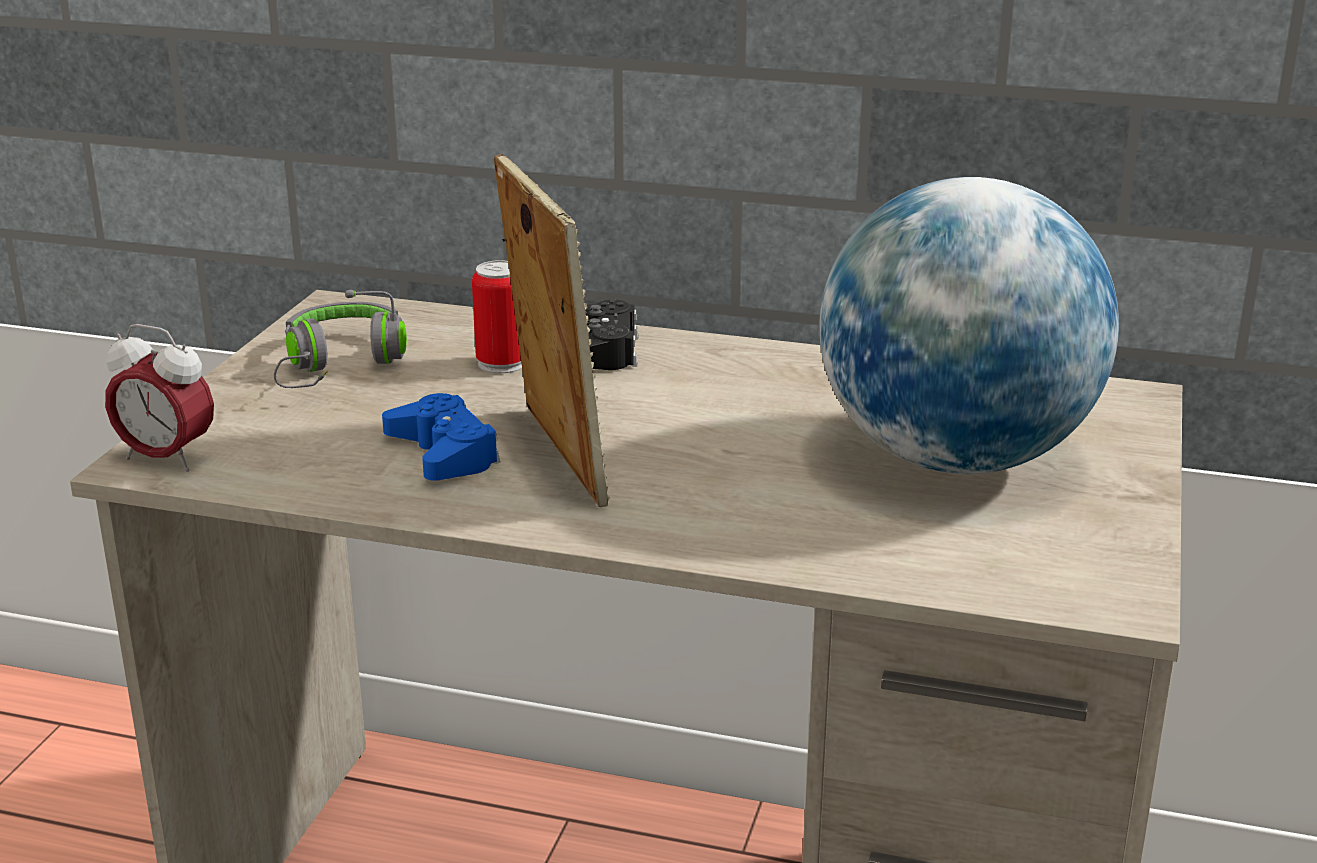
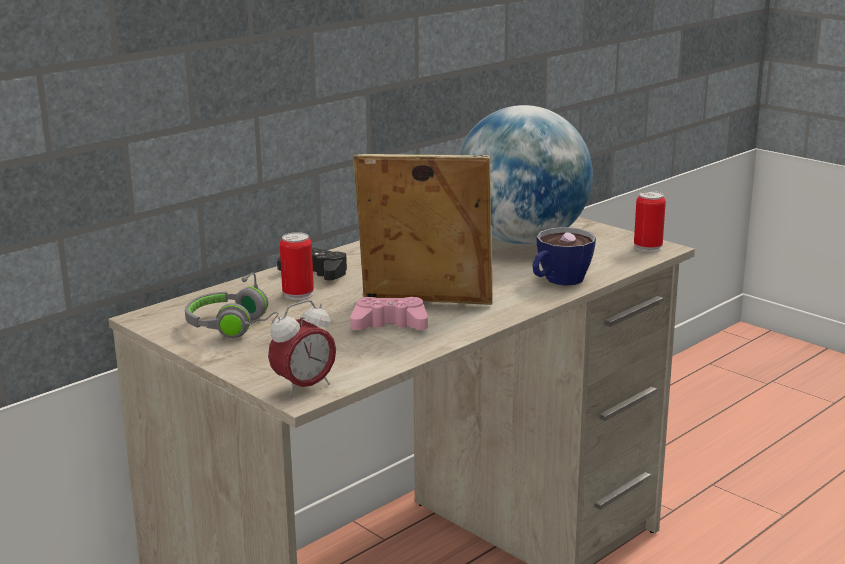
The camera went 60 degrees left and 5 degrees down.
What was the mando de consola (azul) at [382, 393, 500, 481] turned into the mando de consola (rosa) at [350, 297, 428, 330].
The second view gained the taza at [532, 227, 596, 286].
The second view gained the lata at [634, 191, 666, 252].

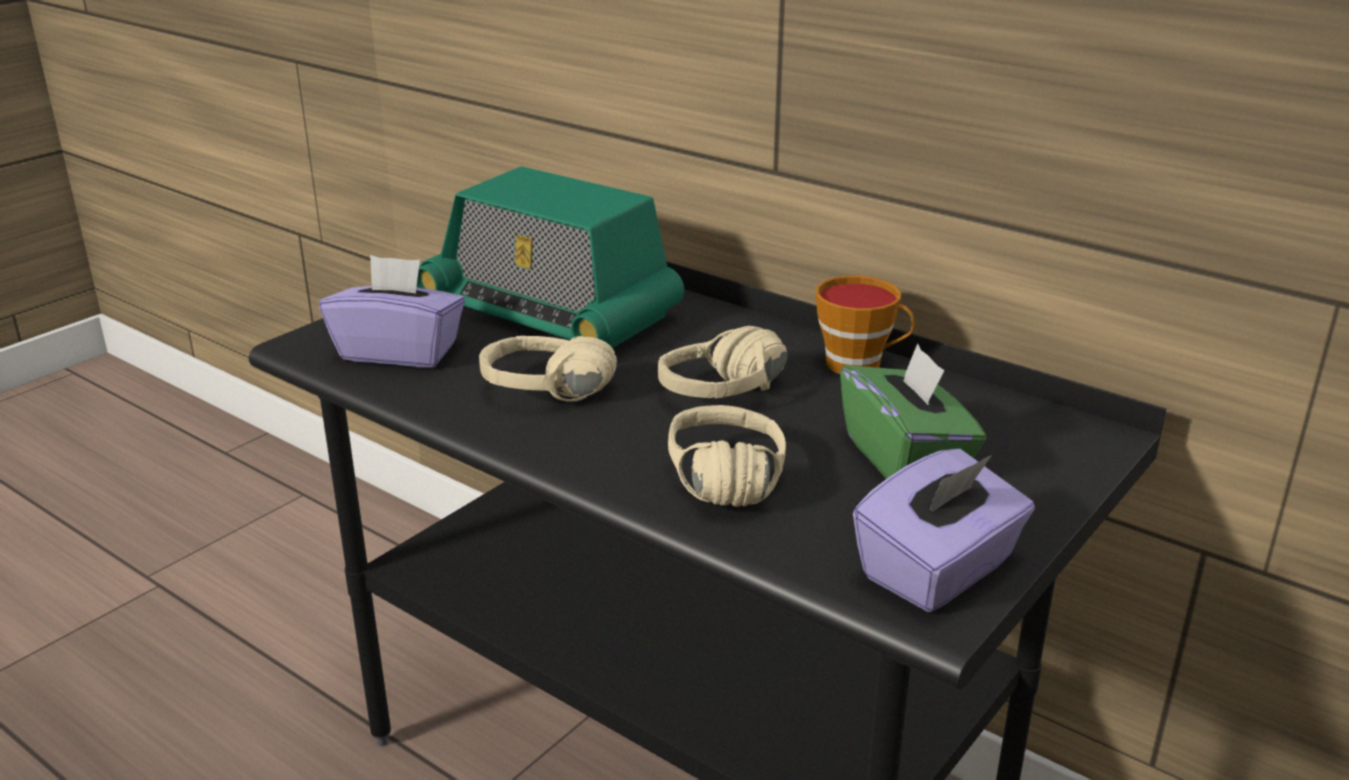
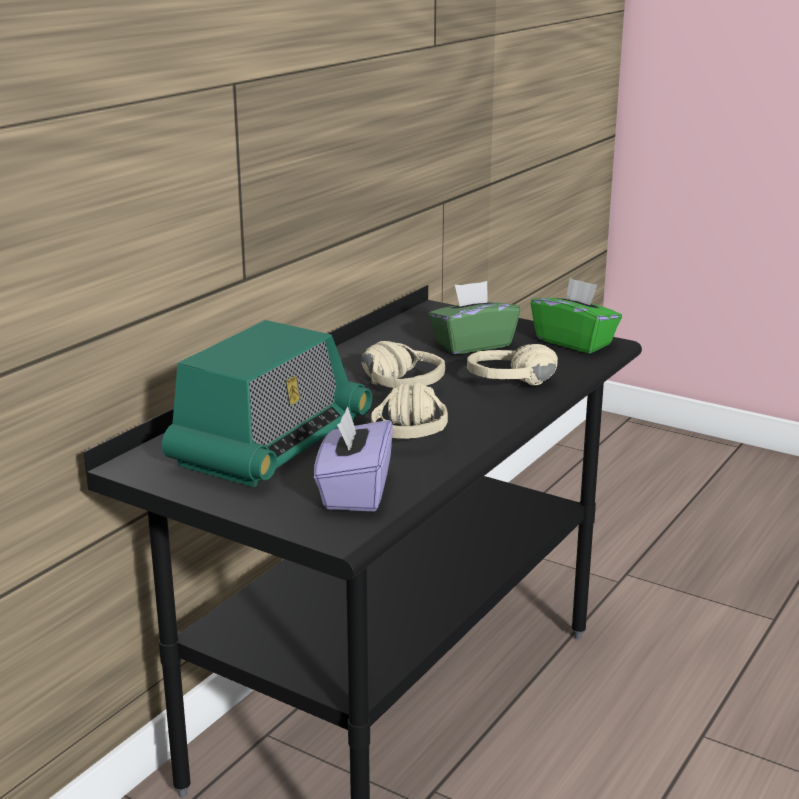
The camera went 95 degrees left and 5 degrees down.
The second view lost the taza at [815, 276, 914, 374].
What was the caja de pañuelos (morado) at [853, 449, 1035, 612] turned into the caja de pañuelos (verde) at [530, 278, 622, 353].

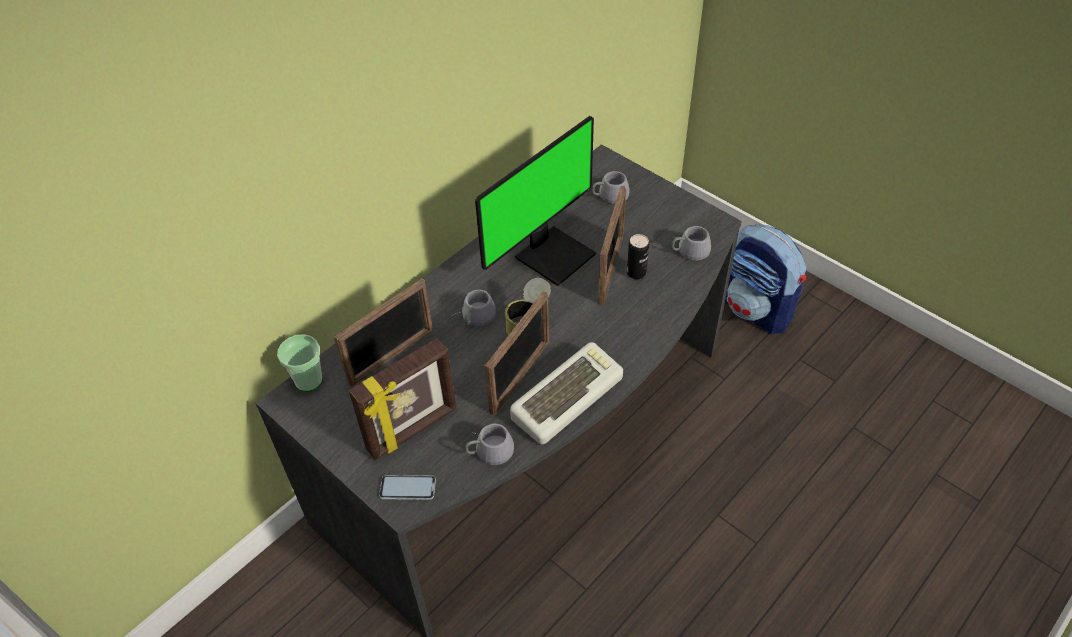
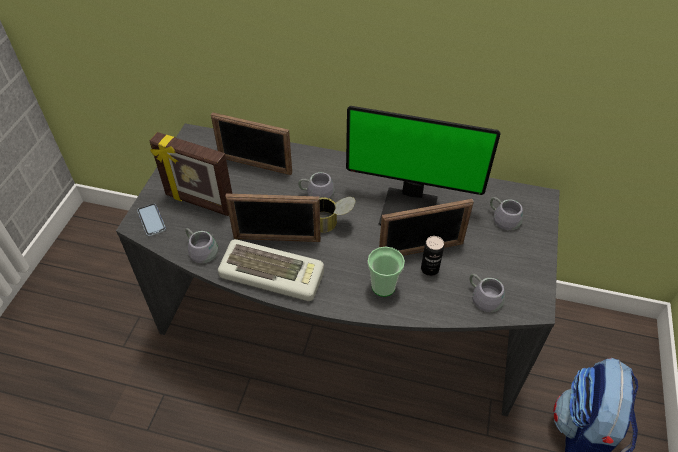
The camera went 60 degrees right and 0 degrees up.
The taza ended up elsewhere, having gone from [277, 334, 322, 392] to [368, 247, 405, 297].

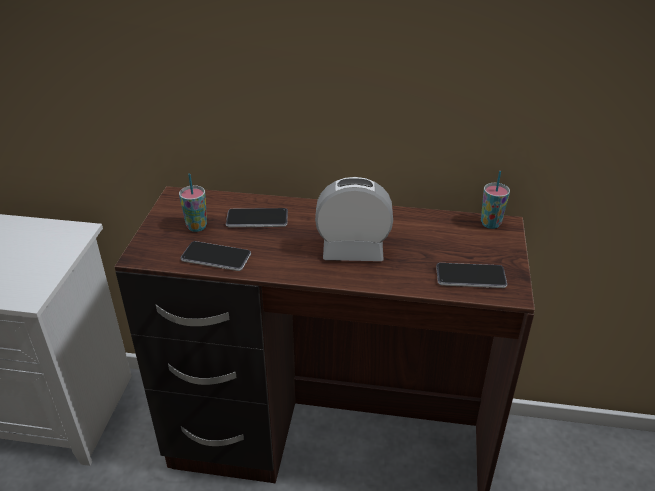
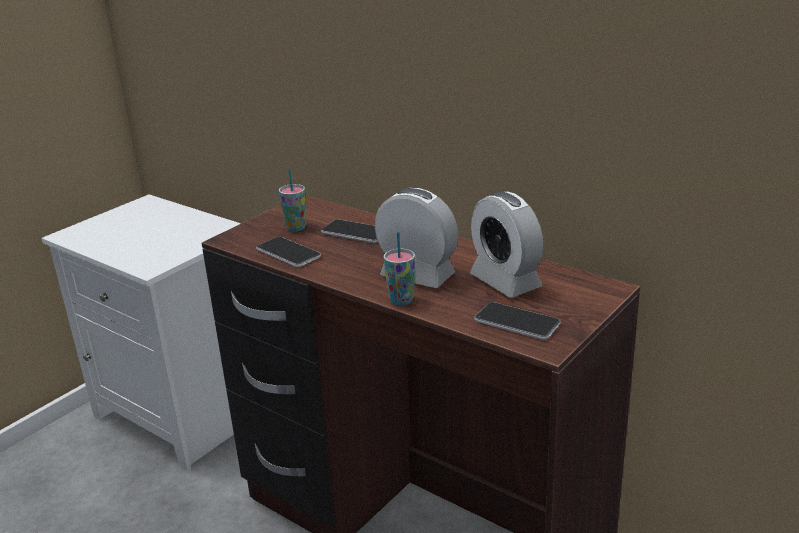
The camera went 30 degrees right and 10 degrees down.
The taza ended up elsewhere, having gone from [481, 171, 510, 229] to [384, 232, 415, 306].
The second view gained the despertador at [470, 191, 543, 298].

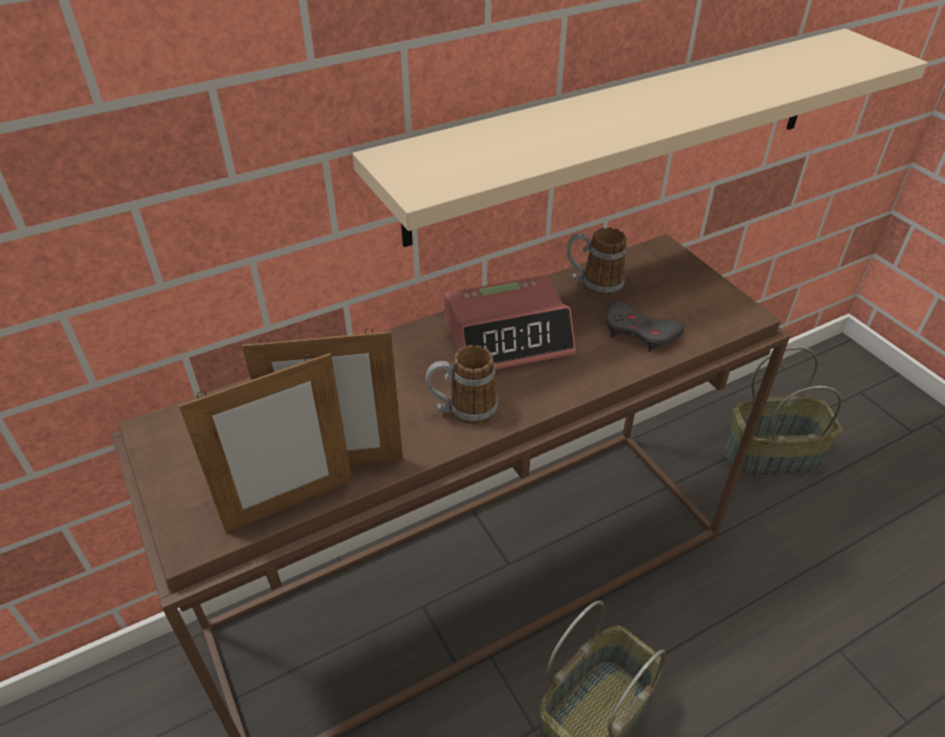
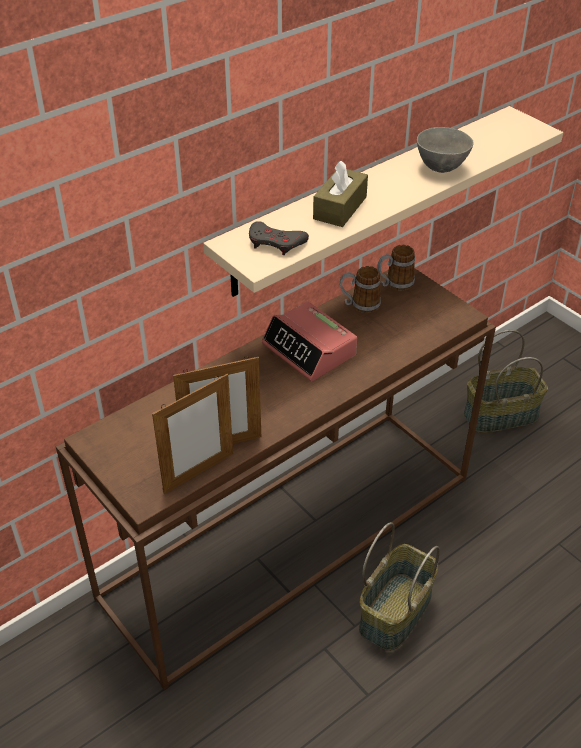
The camera went 10 degrees left and 0 degrees up.
The taza grande ended up elsewhere, having gone from [425, 345, 498, 424] to [377, 245, 415, 291].
The despertador at [444, 276, 576, 370] ended up facing another way, 75 degrees clockwise from before.
The mando de consola (gris) ended up elsewhere, having gone from [606, 301, 684, 352] to [249, 221, 309, 255].
The second view gained the caja de pañuelos (marrón) at [313, 161, 368, 227].
The second view gained the cuenco (gris) at [417, 127, 474, 173].

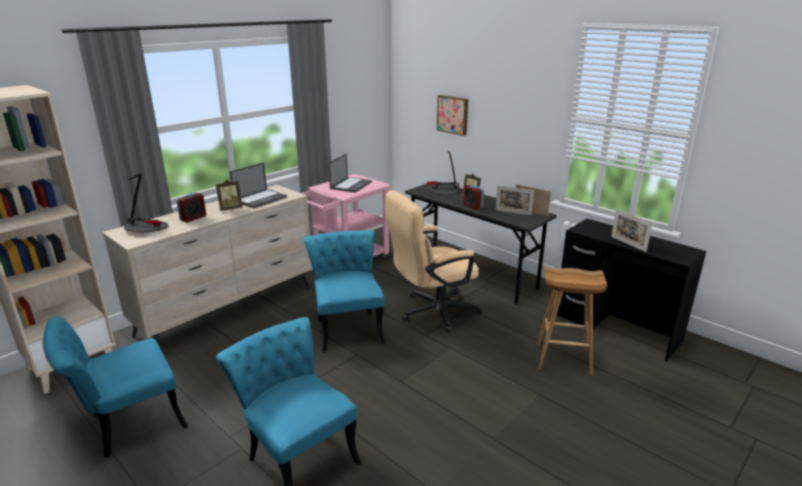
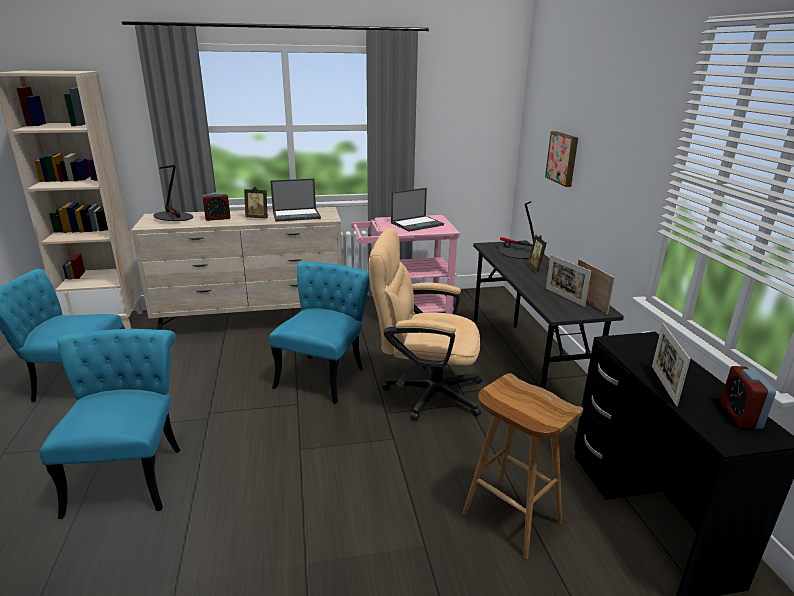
The camera went 35 degrees right and 0 degrees up.
The despertador ended up elsewhere, having gone from [464, 184, 484, 210] to [721, 366, 776, 429].

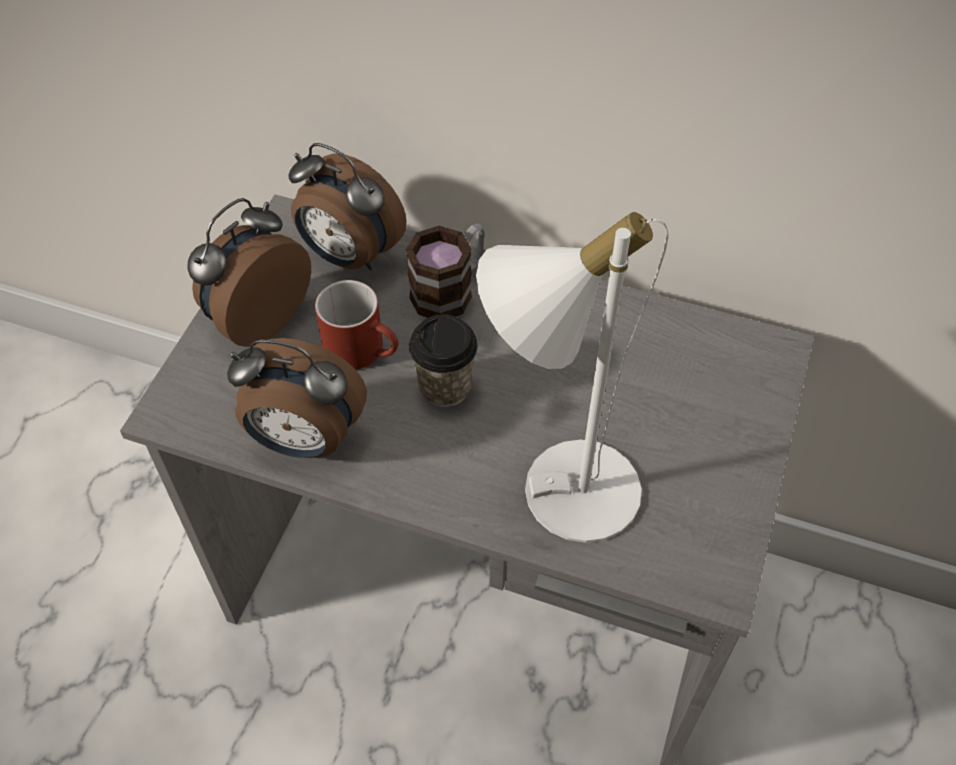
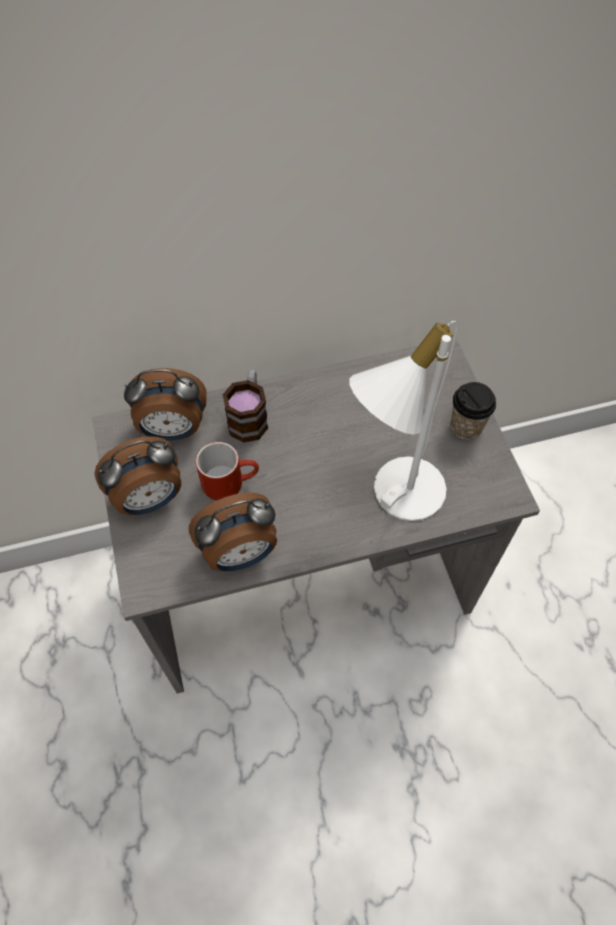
The camera went 35 degrees left and 5 degrees up.
The despertador at [187, 198, 311, 347] ended up facing another way, 120 degrees counterclockwise from before.
The taza ended up elsewhere, having gone from [409, 314, 478, 407] to [450, 382, 496, 440].

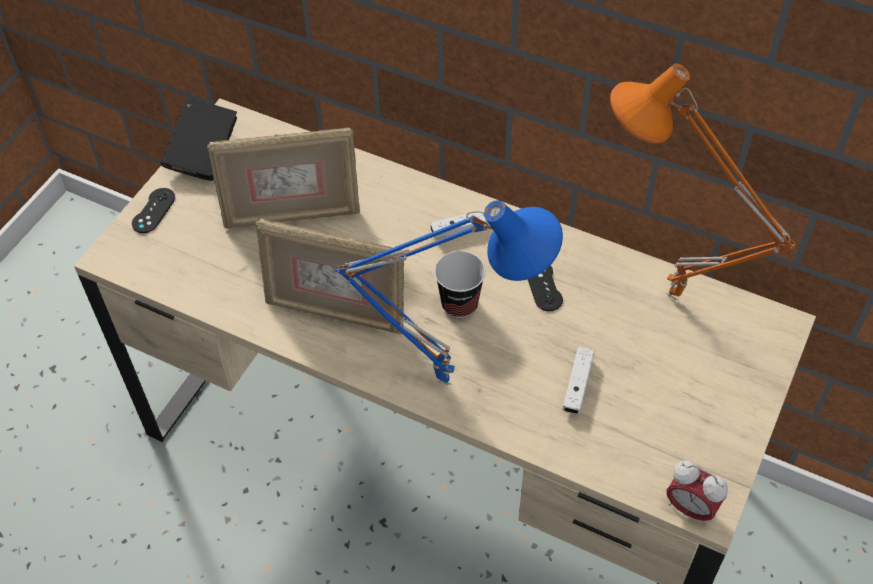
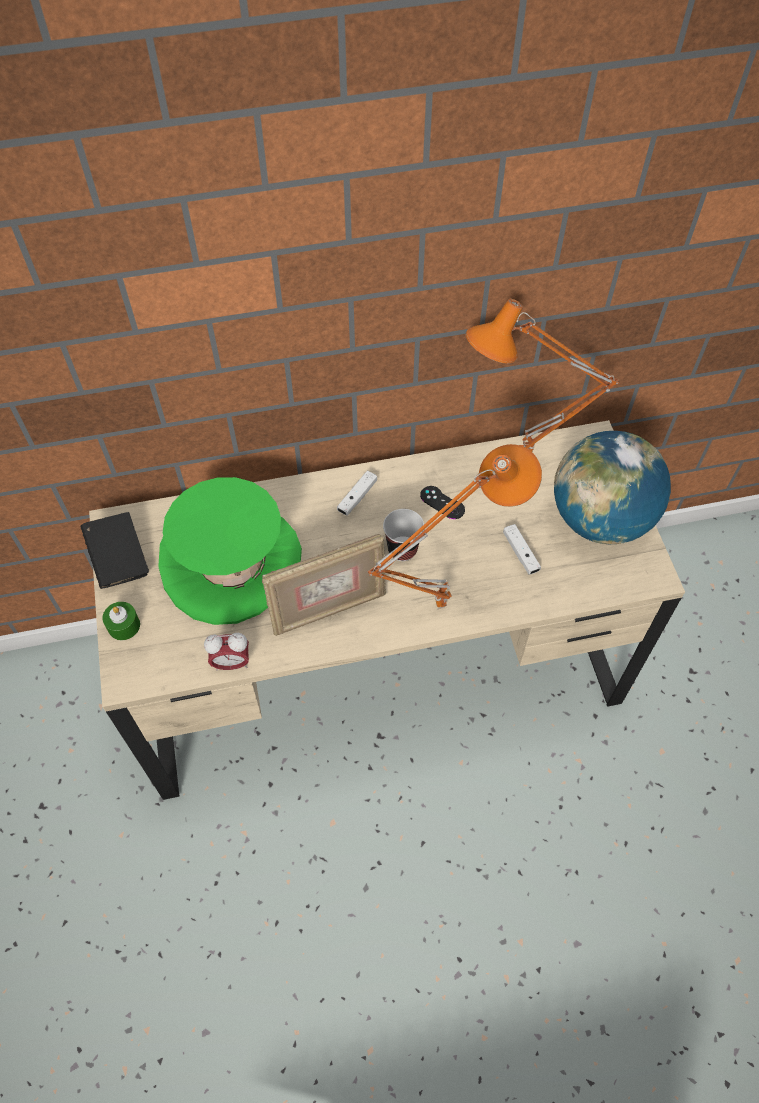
The camera went 40 degrees left and 5 degrees up.
Where the mando de consola (negro) stood at [132, 188, 175, 233], the vela (verde) came to stand at [102, 602, 140, 640].
Where the portarretratos stood at [207, 128, 360, 229], the sombrero (verde) came to stand at [158, 477, 302, 625].
What was the lámpara de mesa (azul) at [336, 200, 563, 385] turned into the lámpara de mesa (naranja) at [368, 444, 542, 610].
The despertador ended up elsewhere, having gone from [667, 461, 728, 525] to [204, 633, 249, 671].
The second view gained the globo terráqueo at [554, 431, 671, 544].

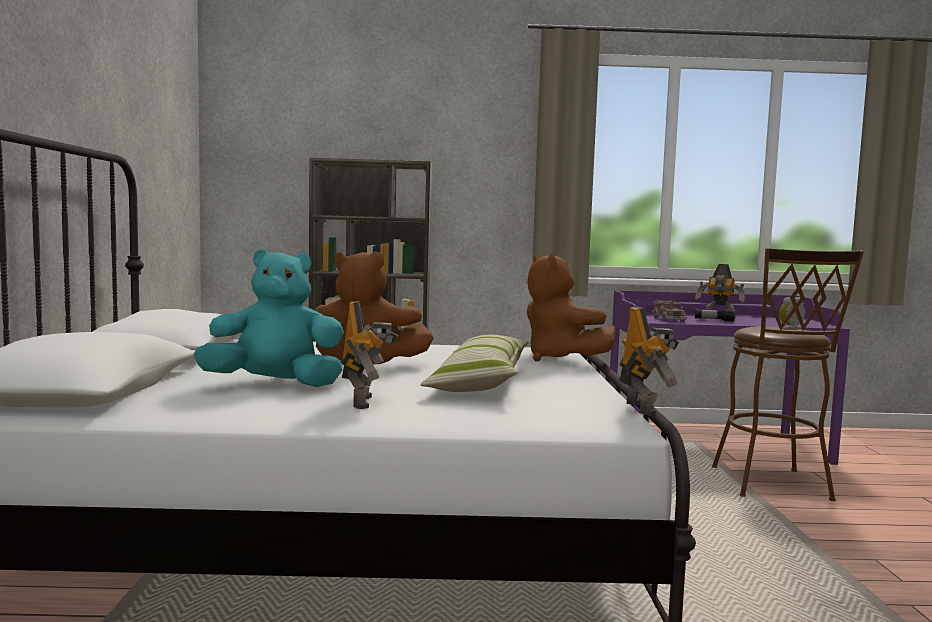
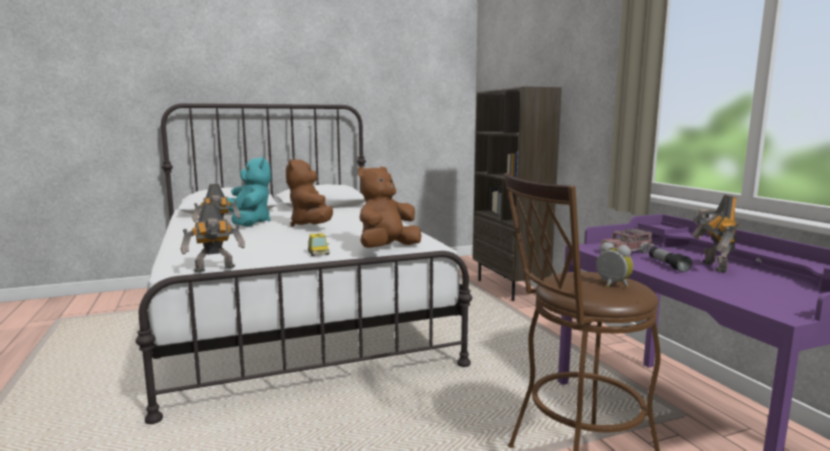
The camera went 70 degrees right and 5 degrees up.
The second view lost the cojín at [420, 335, 529, 392].
The second view gained the coche de juguete at [308, 233, 329, 256].

